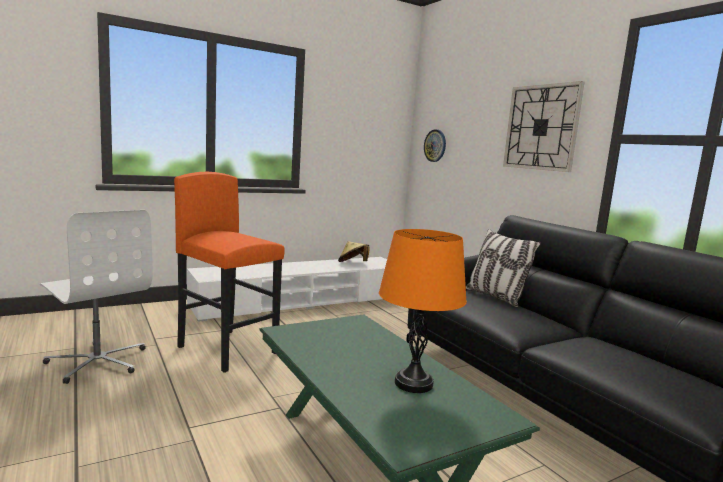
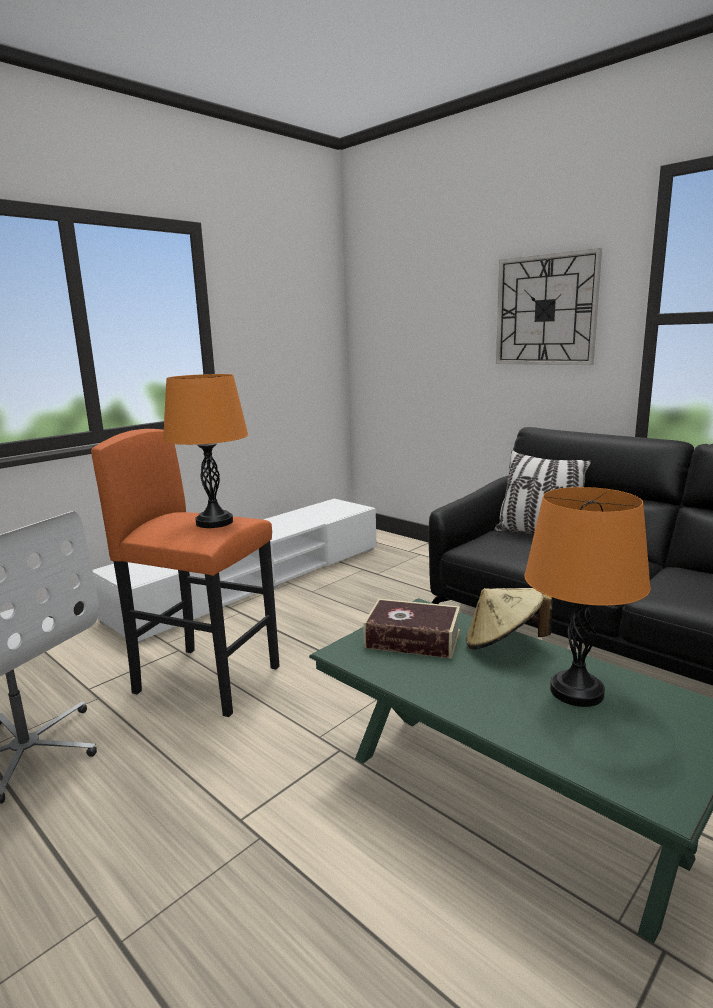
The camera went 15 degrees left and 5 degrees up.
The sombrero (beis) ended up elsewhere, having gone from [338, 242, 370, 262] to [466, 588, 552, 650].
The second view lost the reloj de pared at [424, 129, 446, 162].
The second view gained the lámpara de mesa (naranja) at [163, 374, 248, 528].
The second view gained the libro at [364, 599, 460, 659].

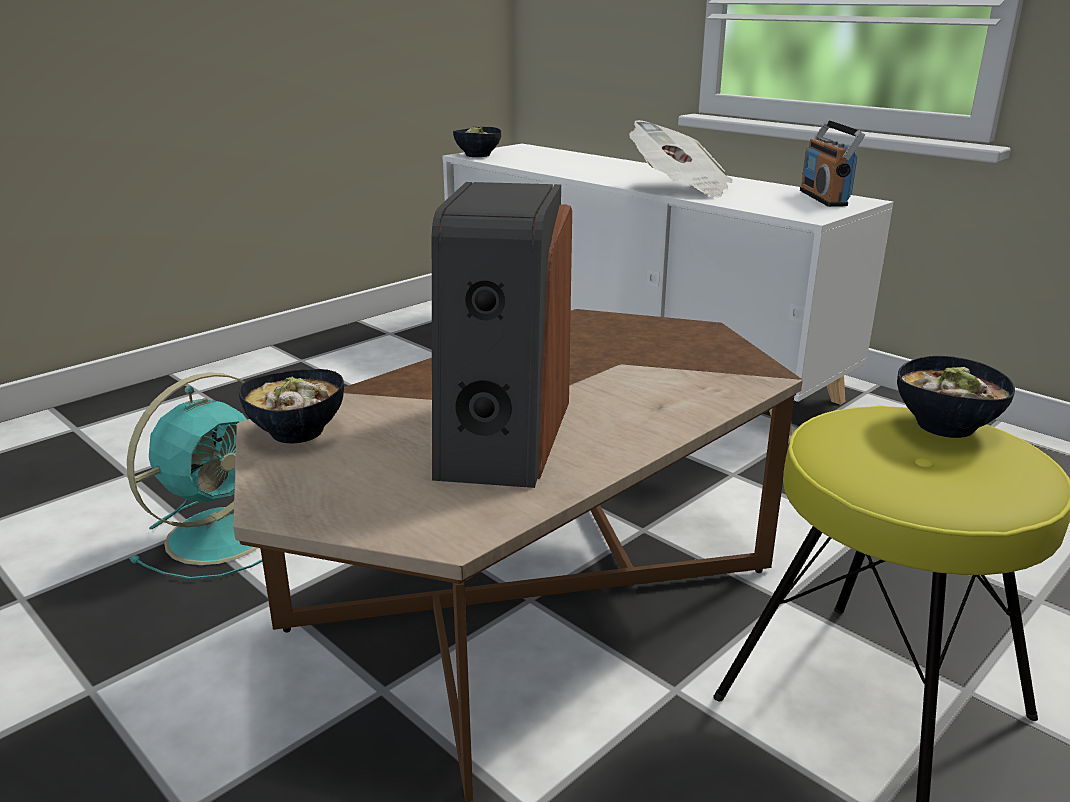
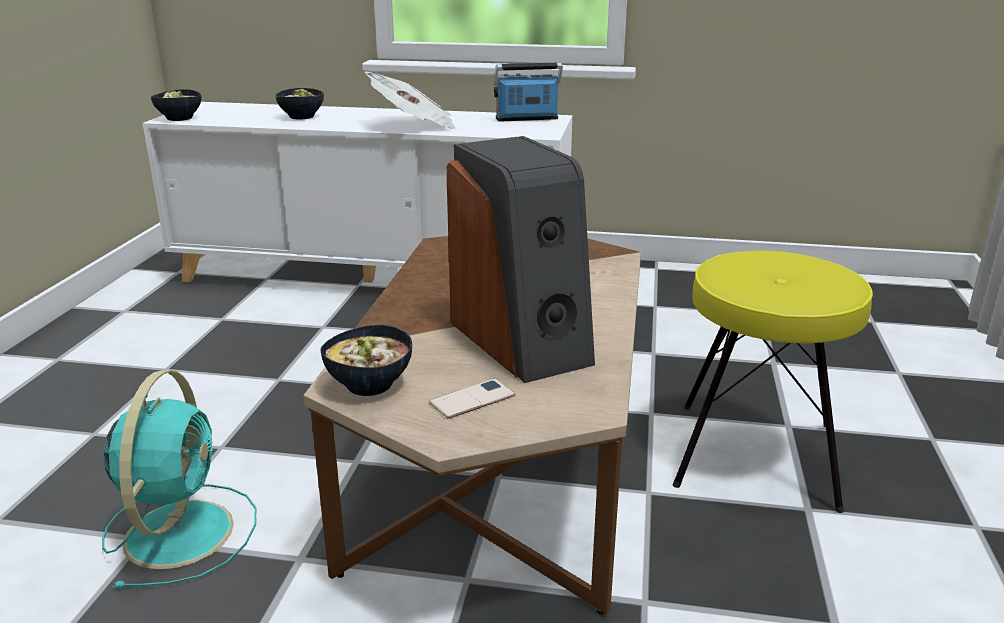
The camera went 35 degrees left and 0 degrees up.
The radio at [800, 120, 865, 207] ended up facing another way, 120 degrees clockwise from before.
The cuenco ended up elsewhere, having gone from [897, 356, 1015, 438] to [275, 88, 324, 120].
The second view gained the móvil at [429, 379, 515, 419].

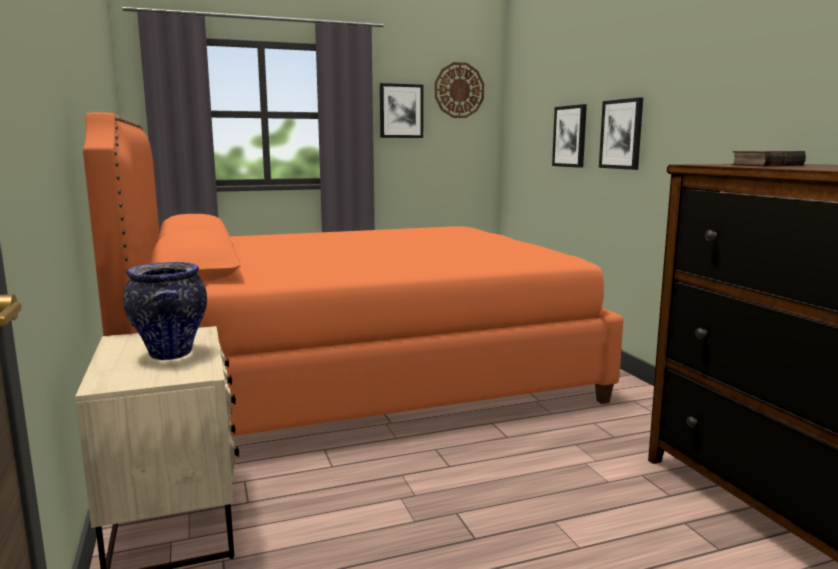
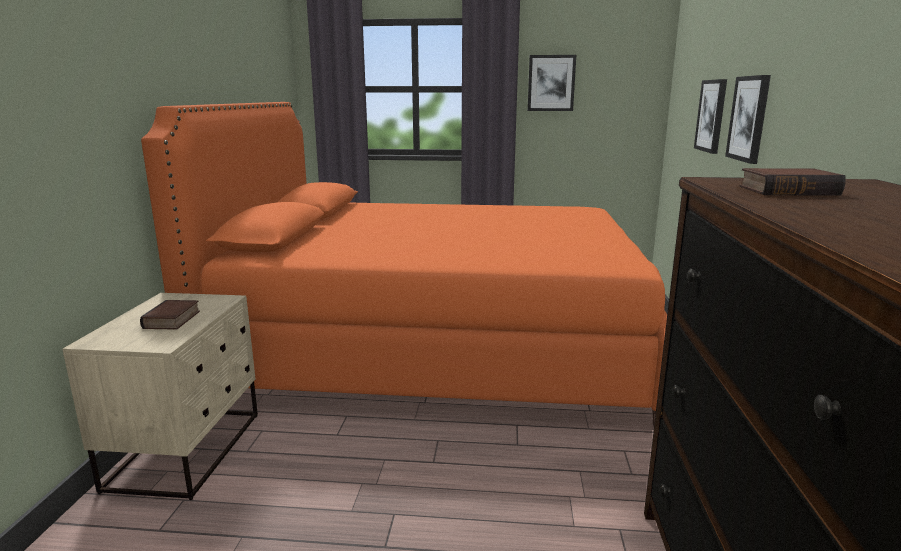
The camera went 25 degrees right and 5 degrees up.
Where the florero stood at [123, 262, 207, 360], the libro came to stand at [140, 300, 200, 330].
The second view lost the reloj de pared at [435, 62, 484, 118].

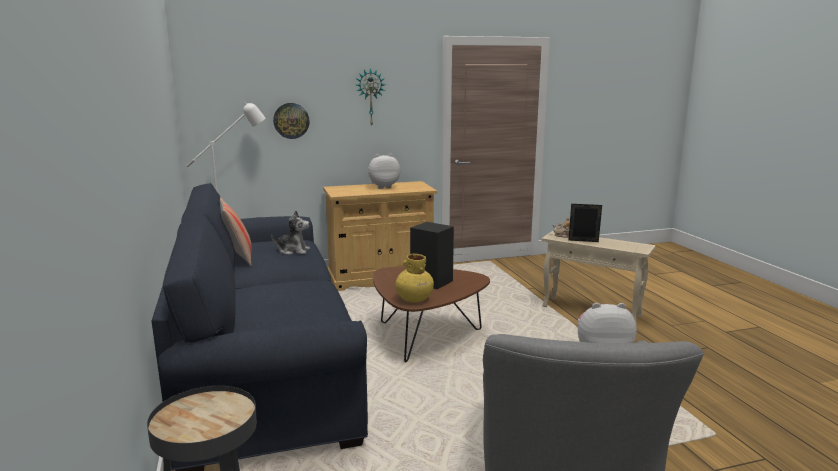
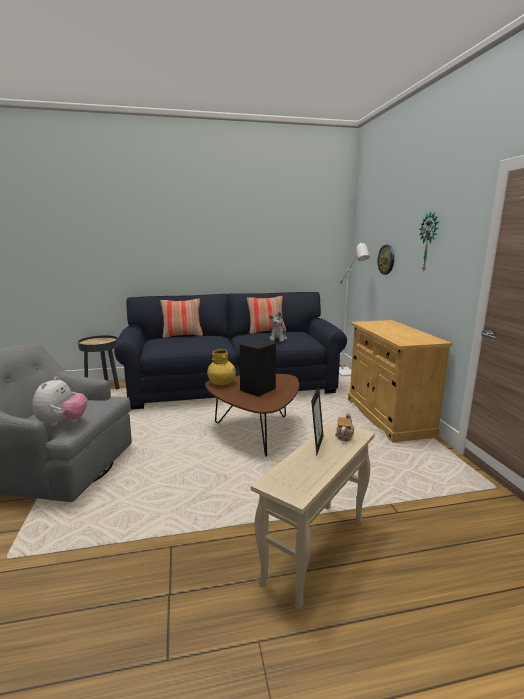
The camera went 95 degrees right and 0 degrees up.
The second view lost the peluche at [368, 154, 400, 189].
The second view gained the cojín at [160, 298, 203, 338].

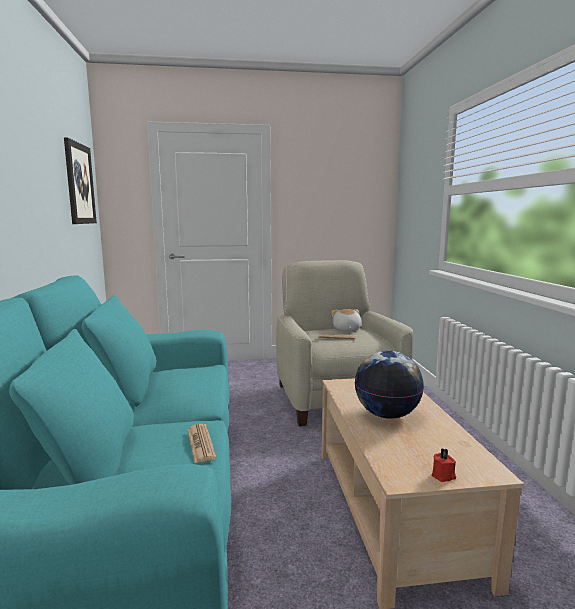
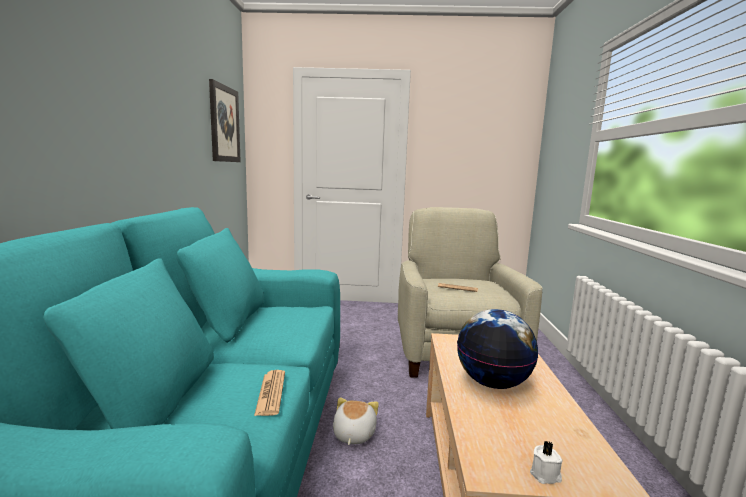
The camera went 10 degrees right and 0 degrees up.
The peluche ended up elsewhere, having gone from [332, 309, 362, 331] to [333, 397, 379, 445].
What was the vela (rojo) at [432, 448, 456, 482] turned into the vela (blanco) at [530, 441, 562, 484].

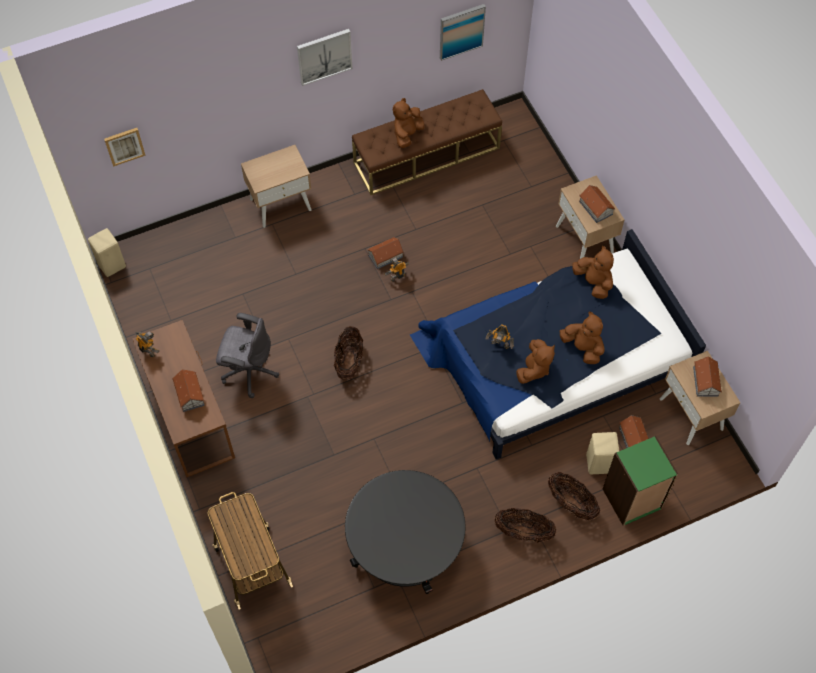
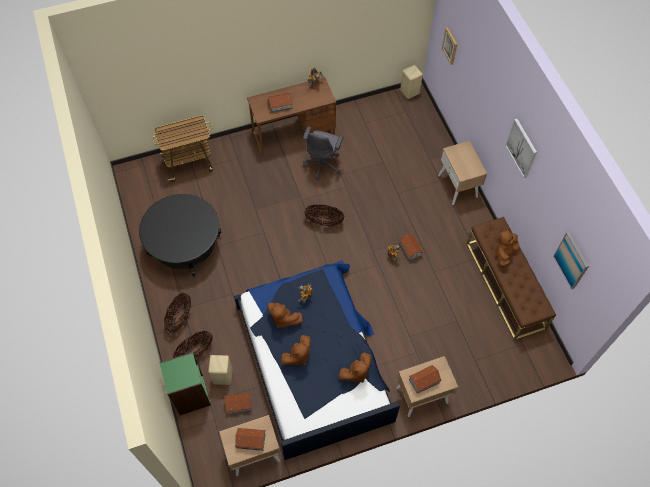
The camera went 95 degrees right and 0 degrees up.
The peluche (marrón) at [393, 98, 424, 148] ended up facing another way, 90 degrees counterclockwise from before.

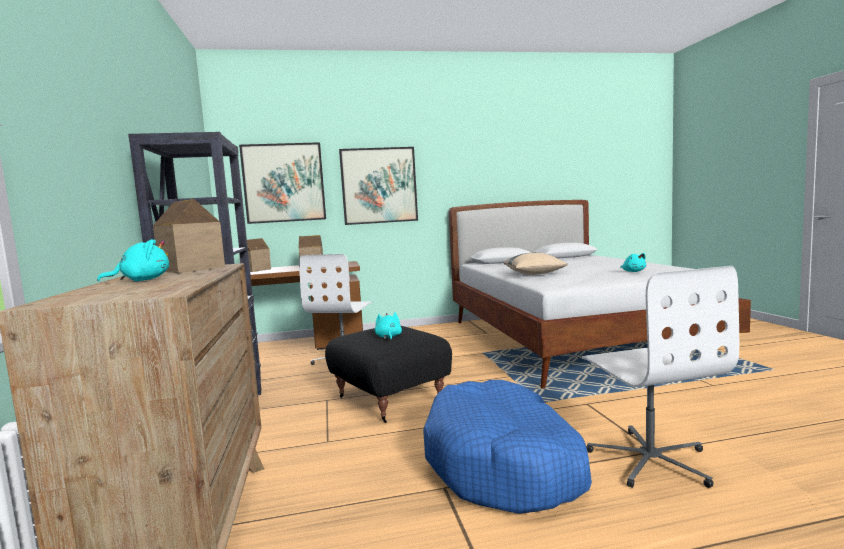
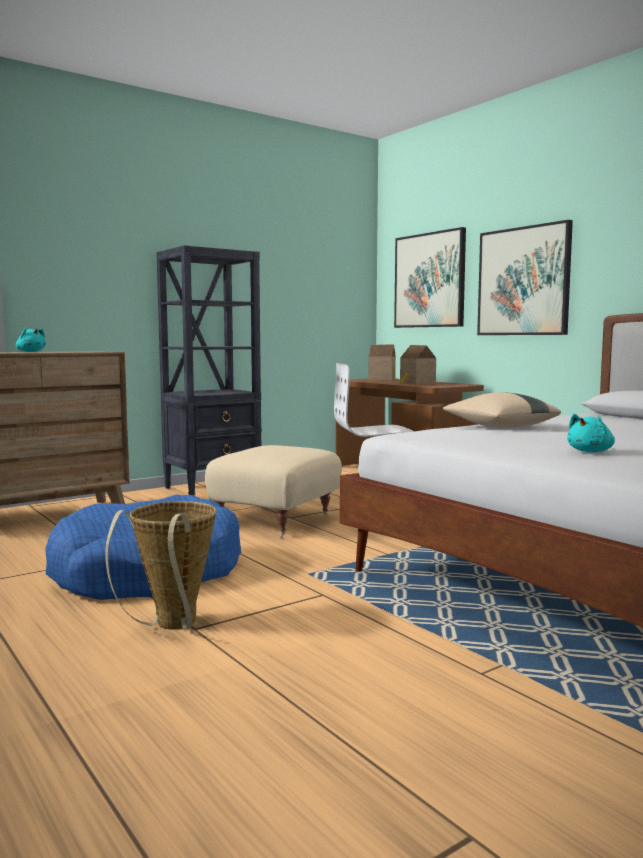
The camera went 65 degrees right and 0 degrees up.
The second view lost the casita at [153, 199, 225, 273].
What was the puf (negro) at [325, 326, 452, 423] turned into the puf (beis) at [205, 445, 342, 539].
The second view lost the peluche (turquesa) at [375, 312, 402, 340].
Where the silla de oficina (blanco) stood at [582, 266, 739, 488], the cesta came to stand at [105, 501, 217, 630].

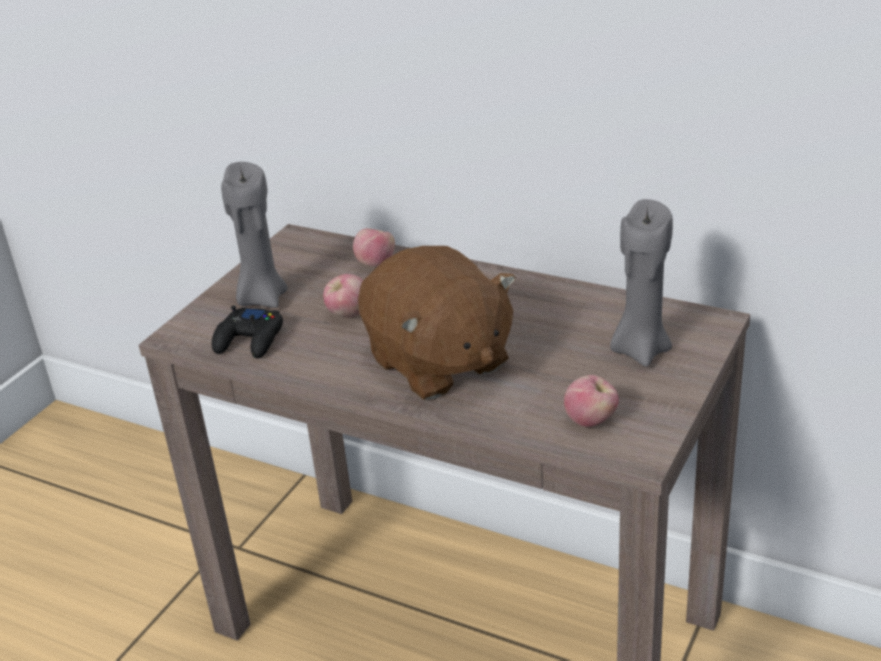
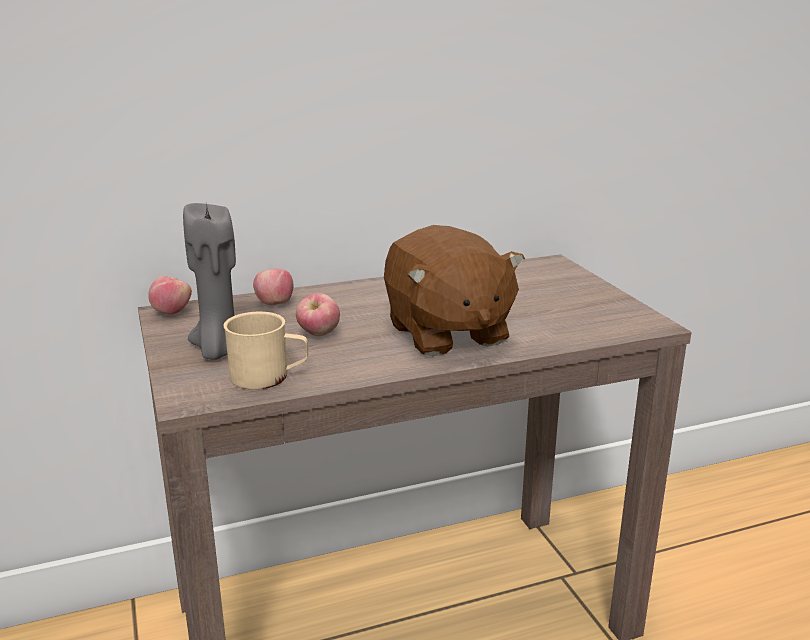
The camera went 50 degrees left and 10 degrees down.
Where the mando de consola (negro) stood at [212, 306, 283, 358], the taza grande (beis) came to stand at [224, 312, 308, 390].
The peluche (marrón) at [358, 246, 516, 400] ended up facing another way, 60 degrees clockwise from before.
The manzana ended up elsewhere, having gone from [564, 375, 619, 427] to [148, 276, 192, 315].
The second view lost the vela (gris) at [610, 199, 673, 367].

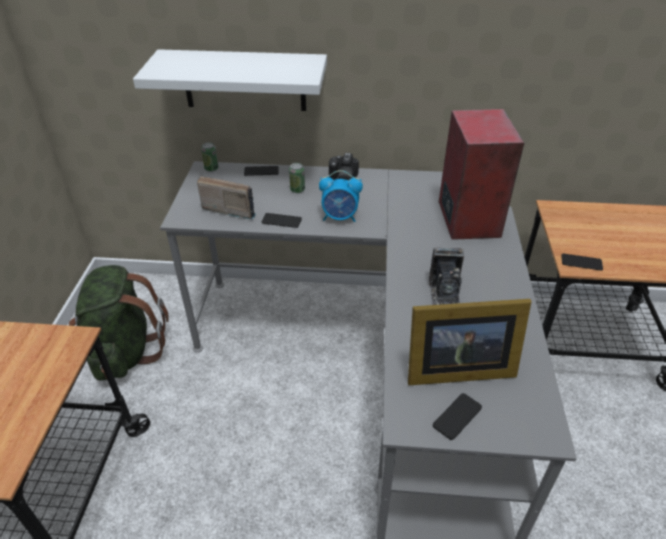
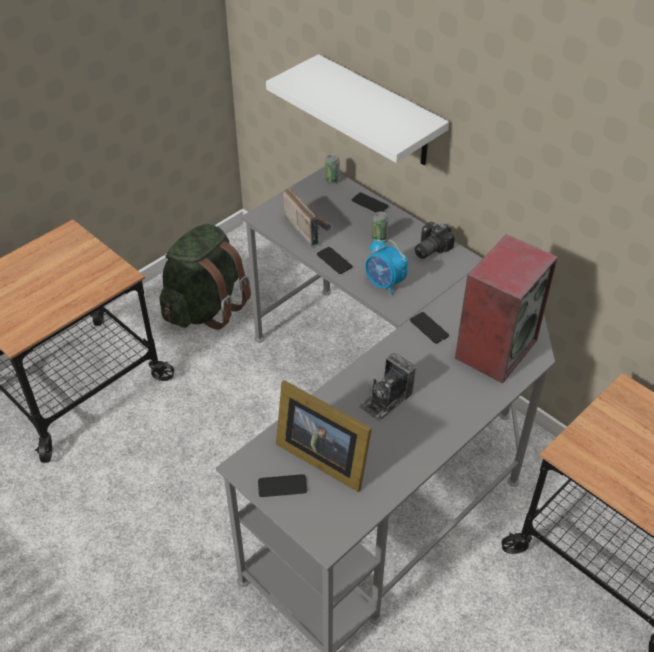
The camera went 40 degrees right and 5 degrees up.
The móvil ended up elsewhere, having gone from [561, 253, 603, 271] to [410, 312, 449, 344].

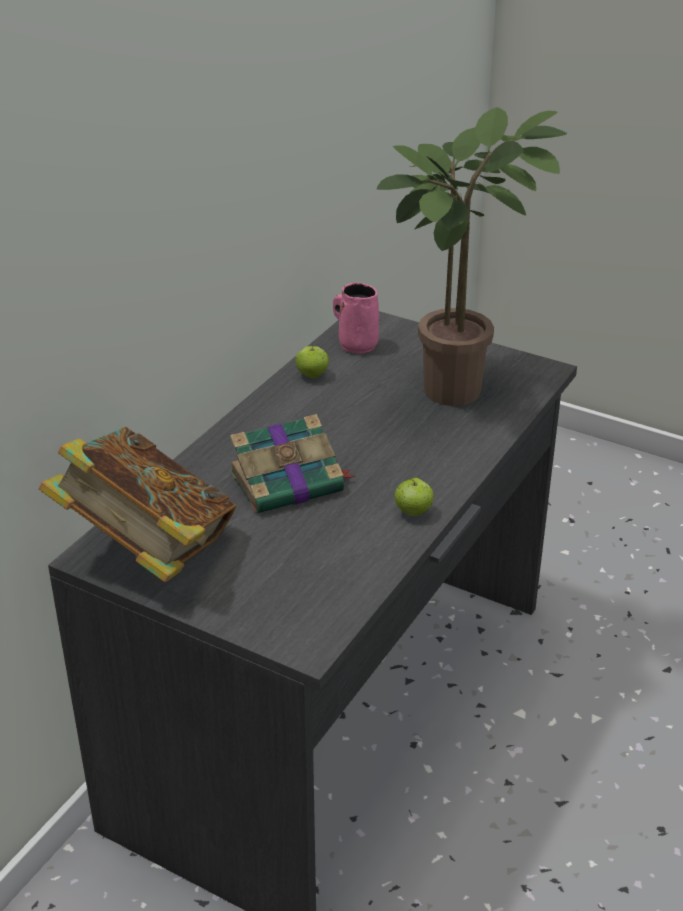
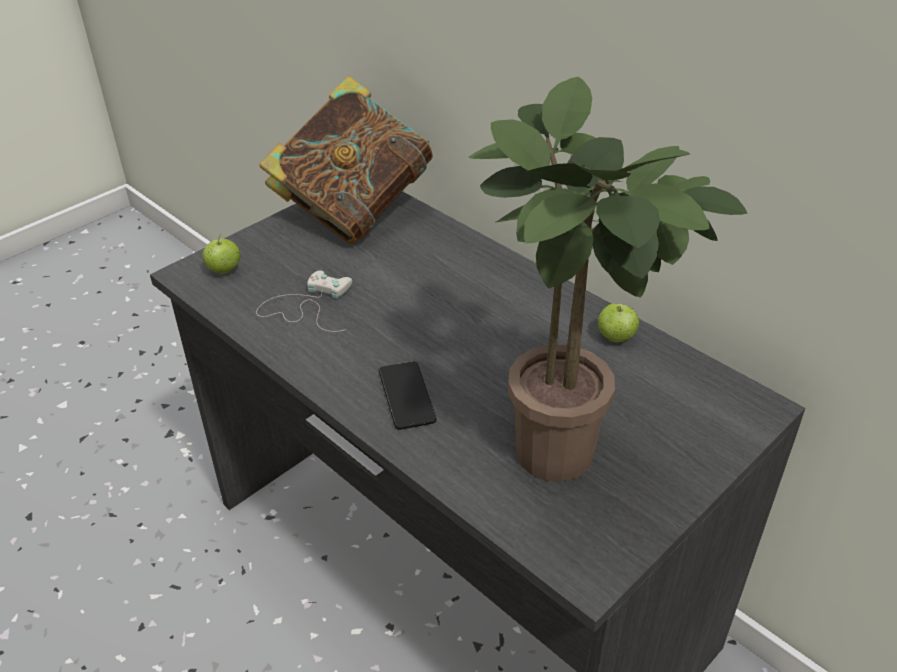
The camera went 105 degrees right and 5 degrees up.
The second view lost the libro at [230, 414, 355, 514].
The second view lost the taza grande (rosa) at [333, 282, 379, 354].
The manzana ended up elsewhere, having gone from [395, 478, 434, 516] to [202, 233, 240, 274].
The second view gained the mando de consola (blanco) at [256, 271, 352, 332].
The second view gained the móvil at [379, 361, 437, 430].

